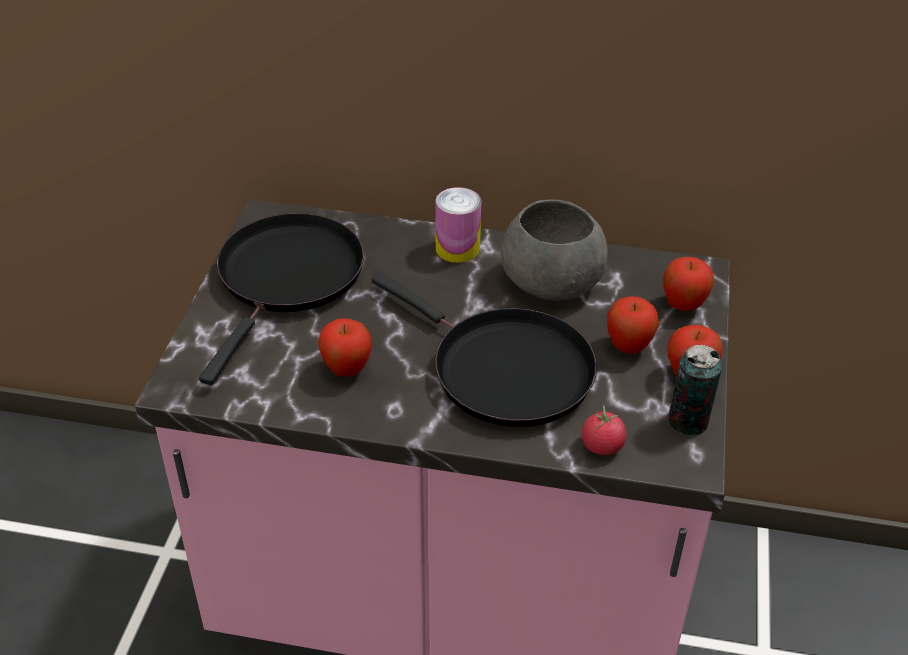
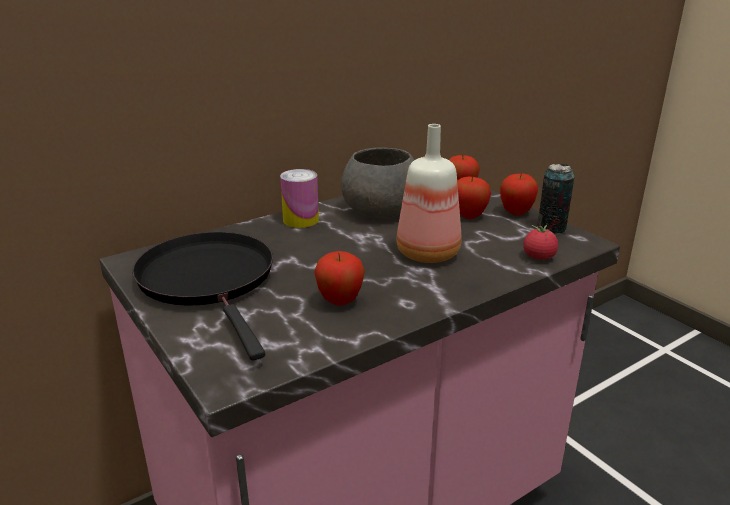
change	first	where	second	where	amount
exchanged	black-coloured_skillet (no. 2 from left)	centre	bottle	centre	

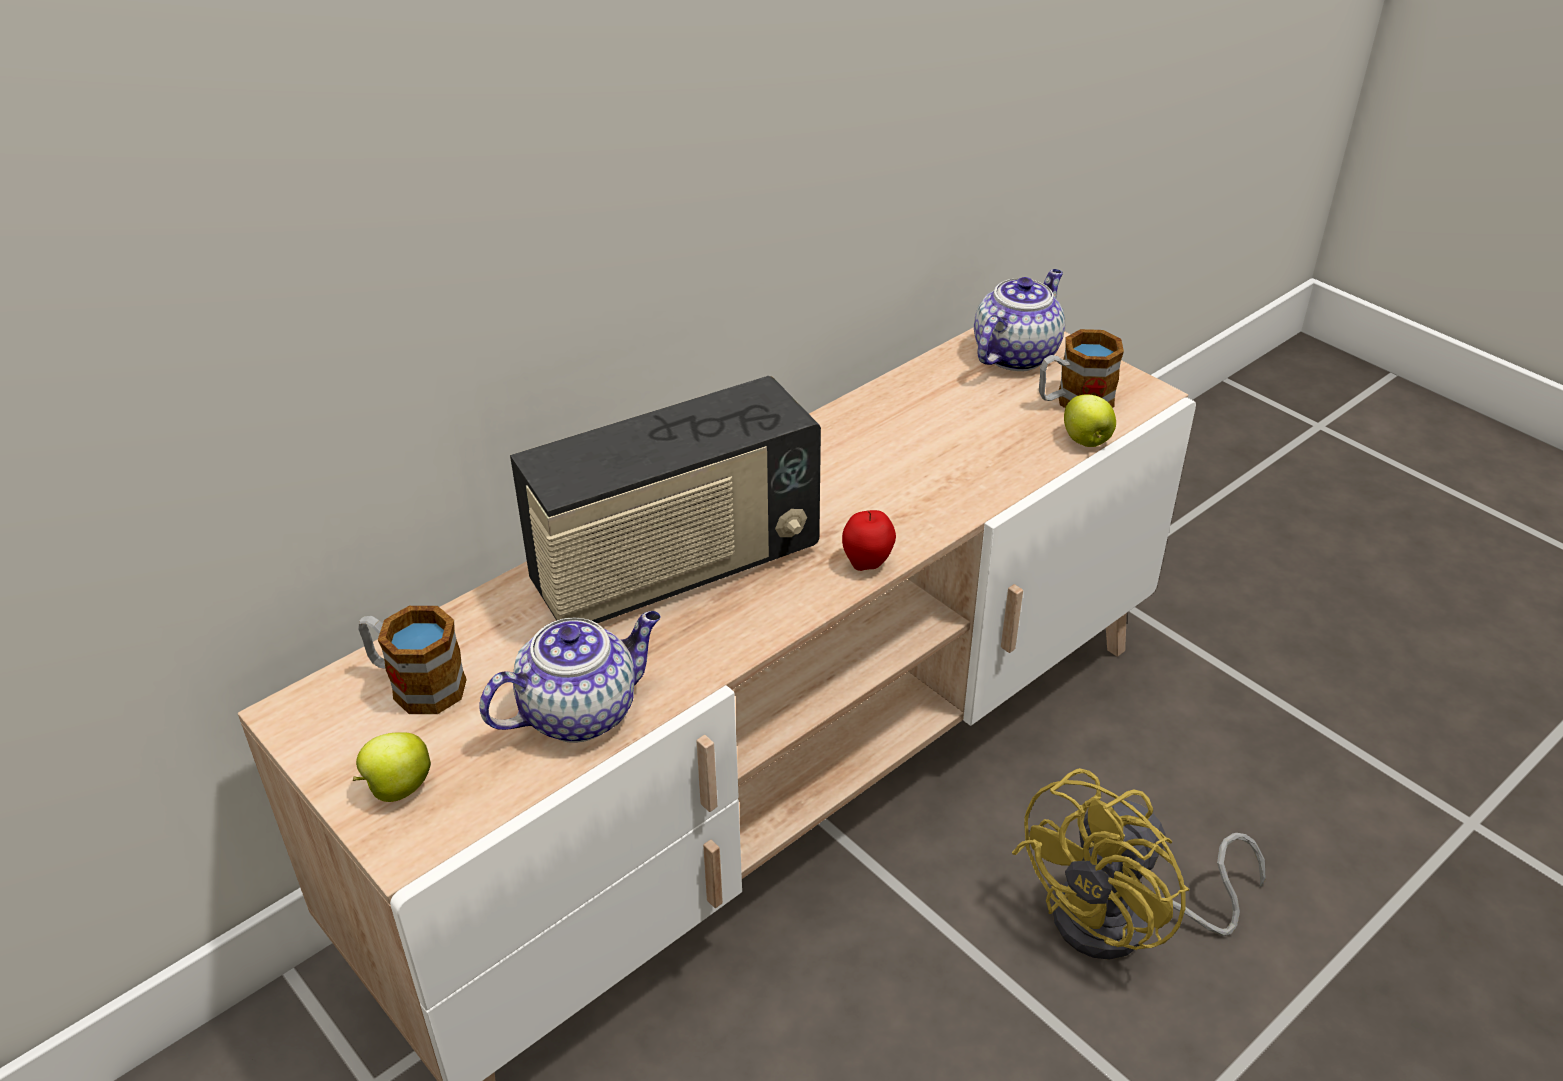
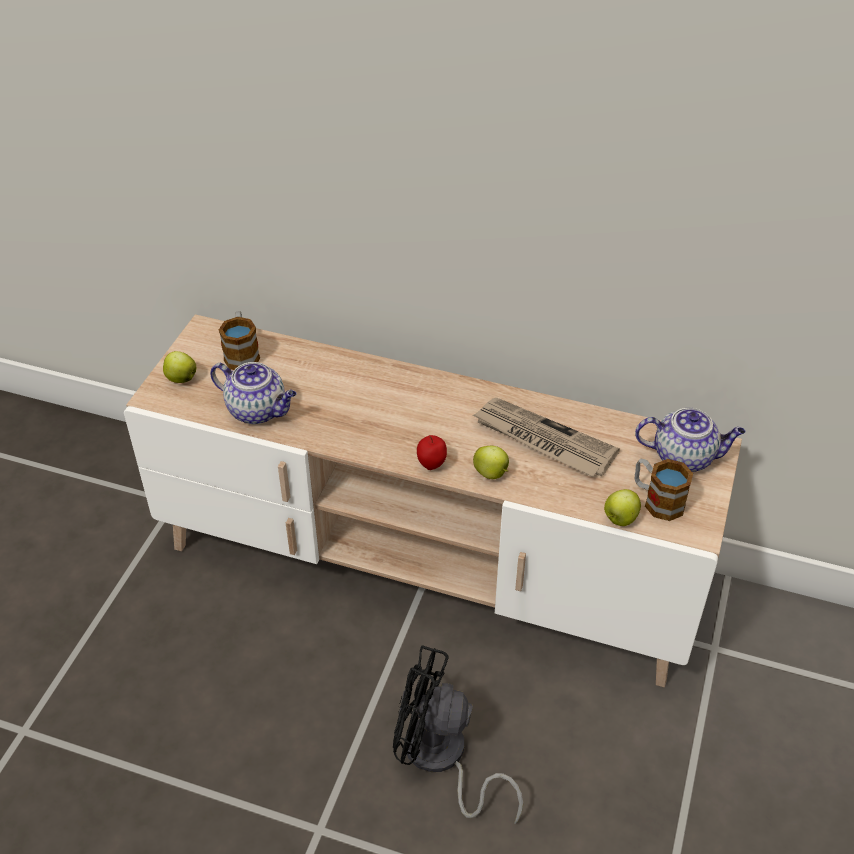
change	first	where	second	where	amount
colour	yellow-coloured_cooling_fan	bottom right	black-coloured_cooling_fan	bottom centre	
appeared			printed_paper	centre	
appeared			apple (no. 3 from left)	centre	
missing	radio	centre			

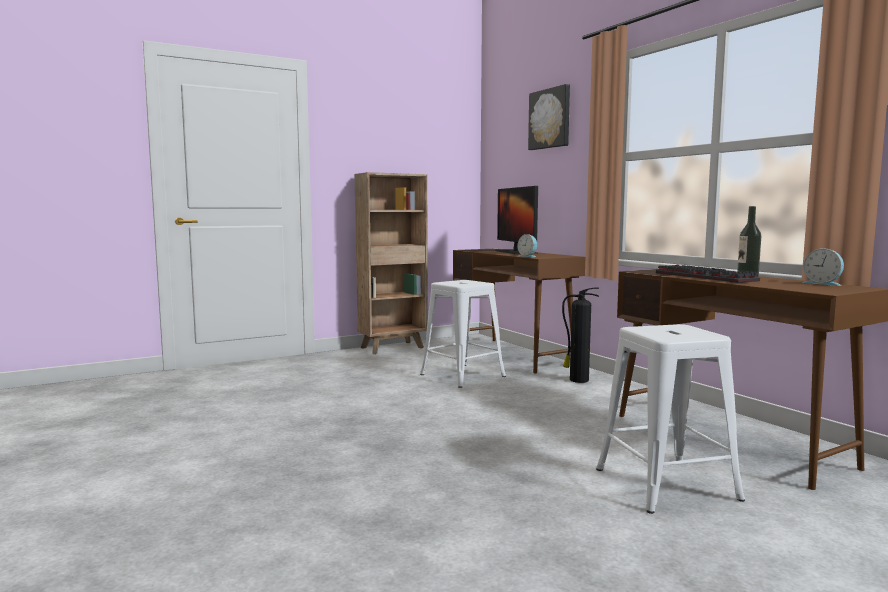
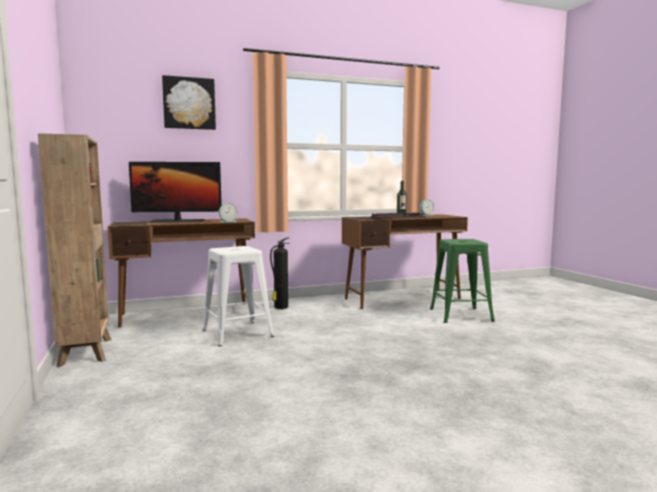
change	first	where	second	where	amount
colour	white-coloured_stool_seat (no. 2 from left)	bottom right	green-coloured_stool_seat	middle right	

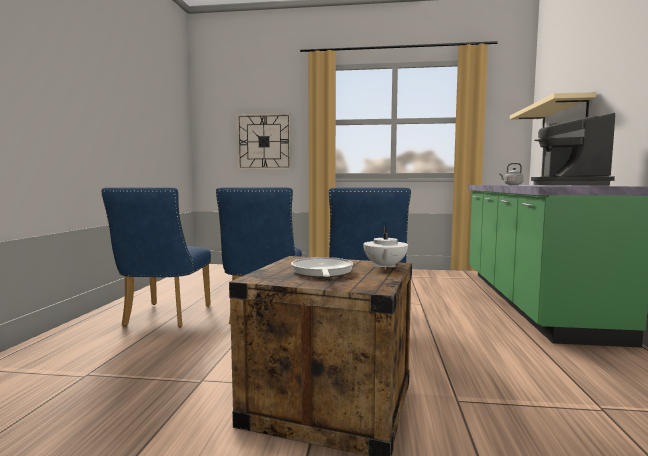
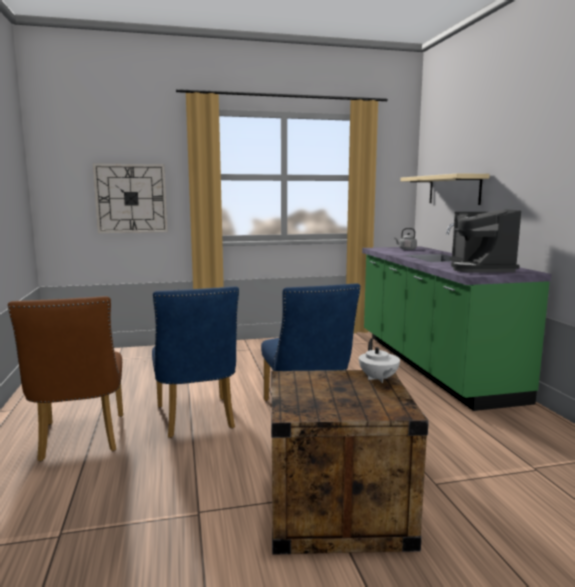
change	first	where	second	where	amount
colour	bluish_chair (no. 1 from left)	middle left	brown-coloured_chair	middle left	
missing	skillet	centre			

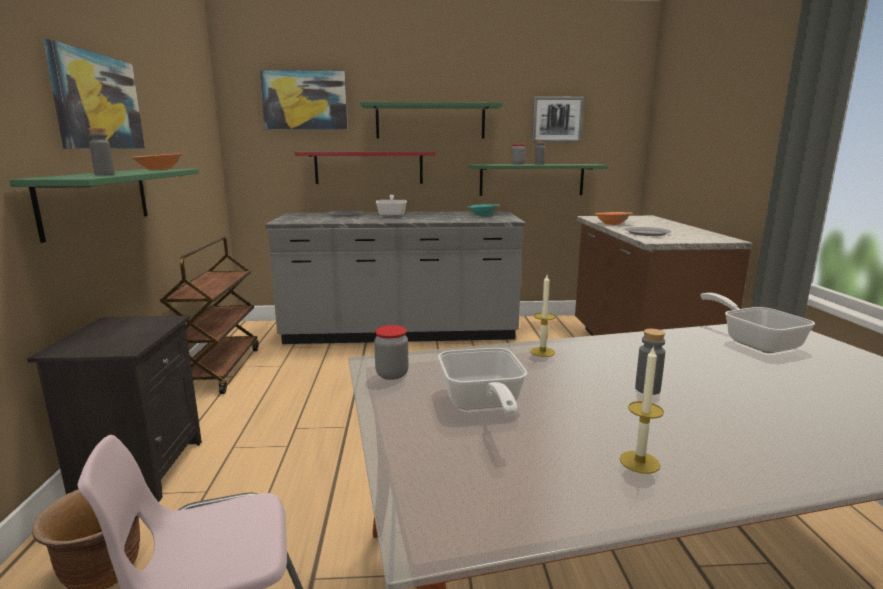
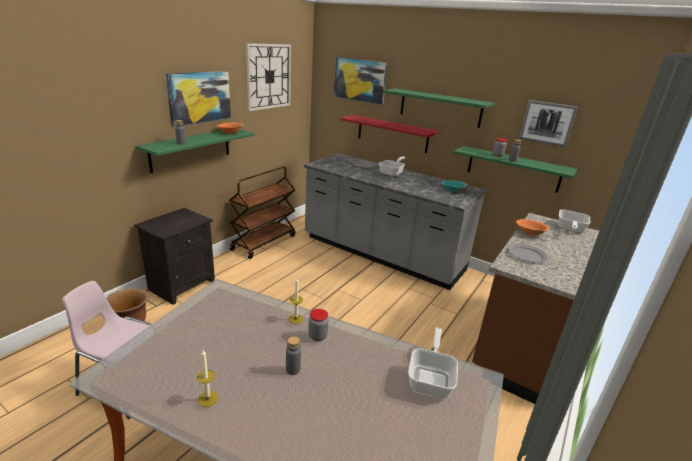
change	first	where	second	where	amount
appeared			hanging_clock	top centre	
relocated	storage_jar (no. 1 from left)	centre		bottom centre	
relocated	skillet (no. 2 from left in the first image)	centre	skillet (no. 3 from left)	middle right	

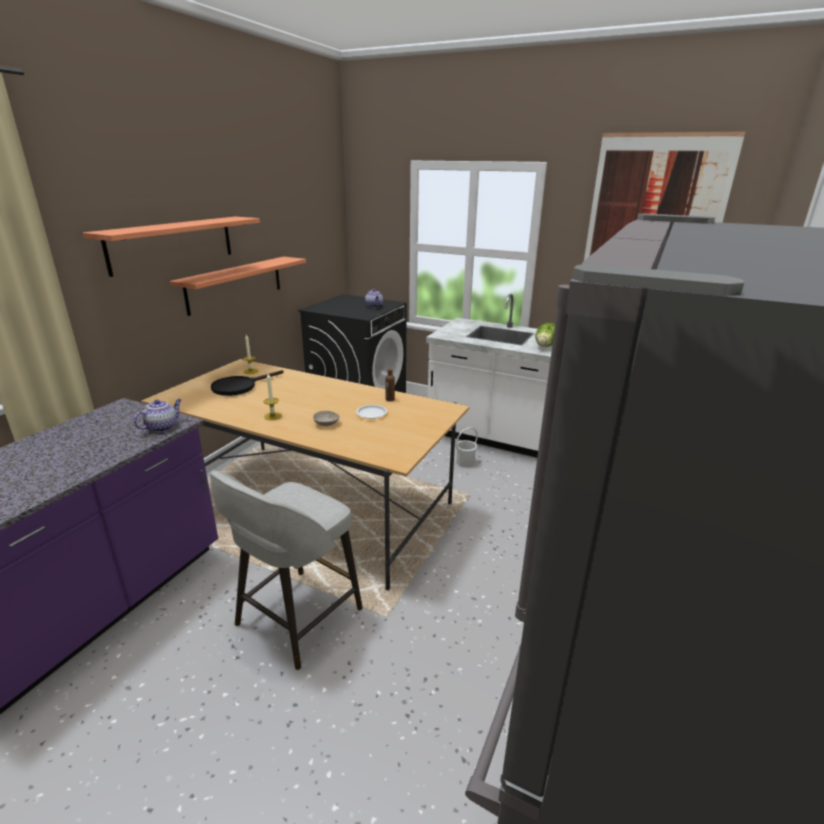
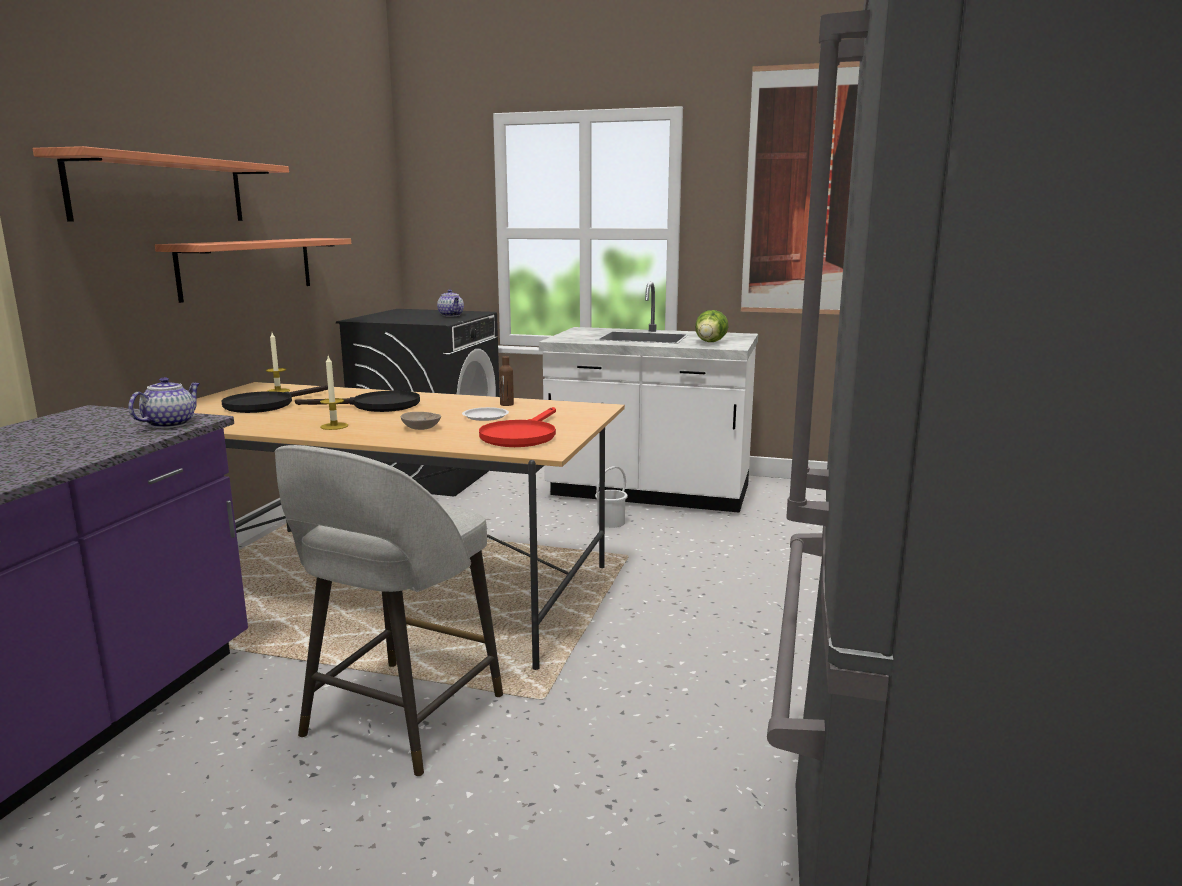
change	first	where	second	where	amount
appeared			black-coloured_skillet (no. 2 from left)	middle left	
appeared			reddish_skillet	centre	

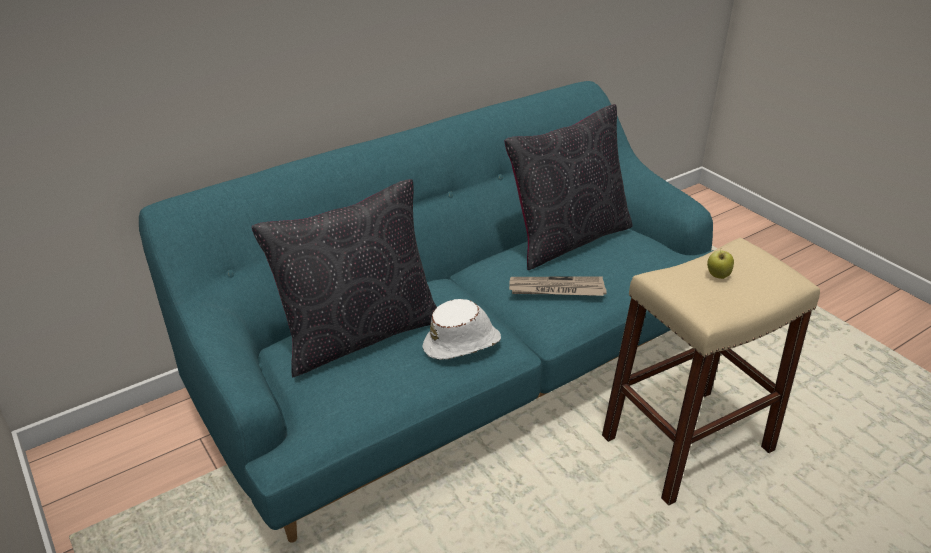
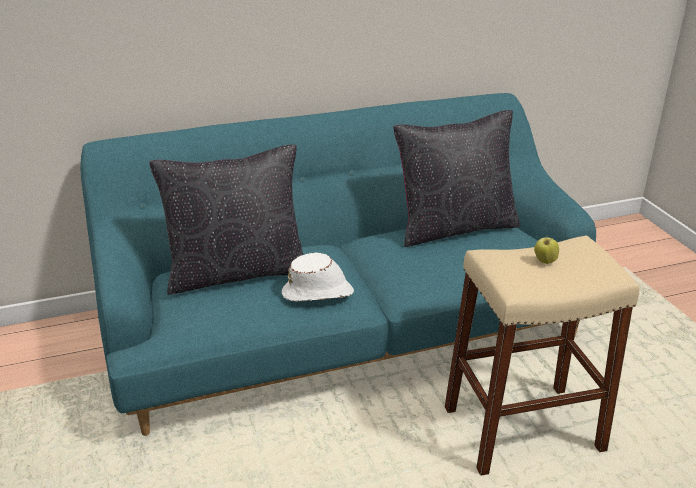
change	first	where	second	where	amount
missing	printed_paper	centre			

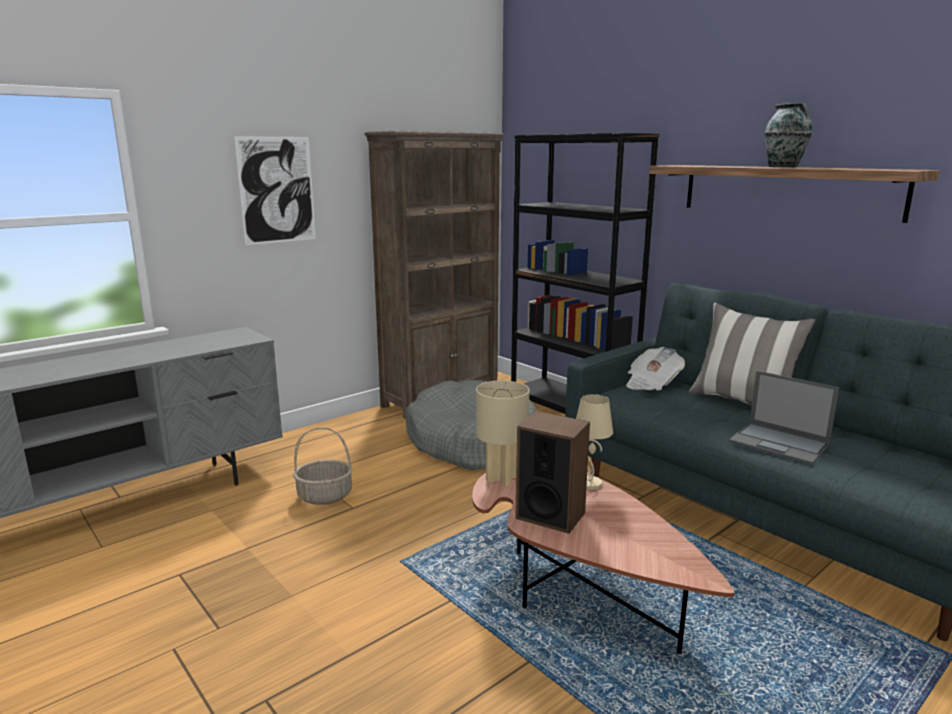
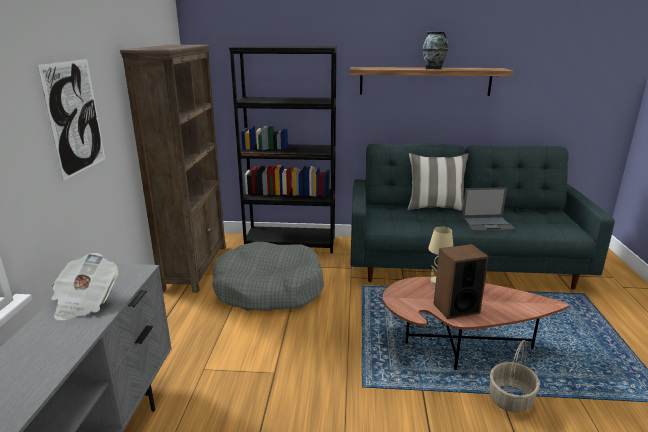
change	first	where	second	where	amount
relocated	printed_paper	middle right		middle left	
relocated	household_basket	centre		bottom right	
missing	beige_table_lamp (no. 1 from left)	centre			

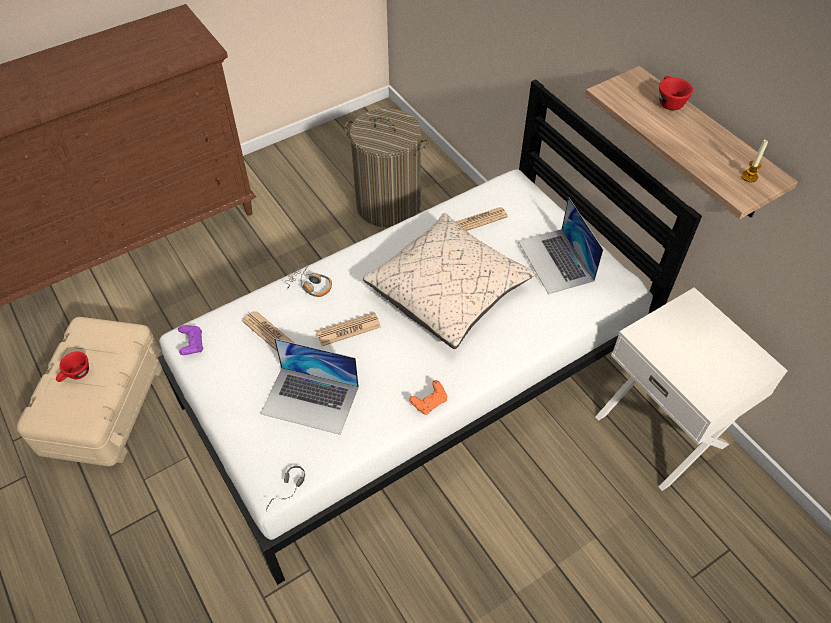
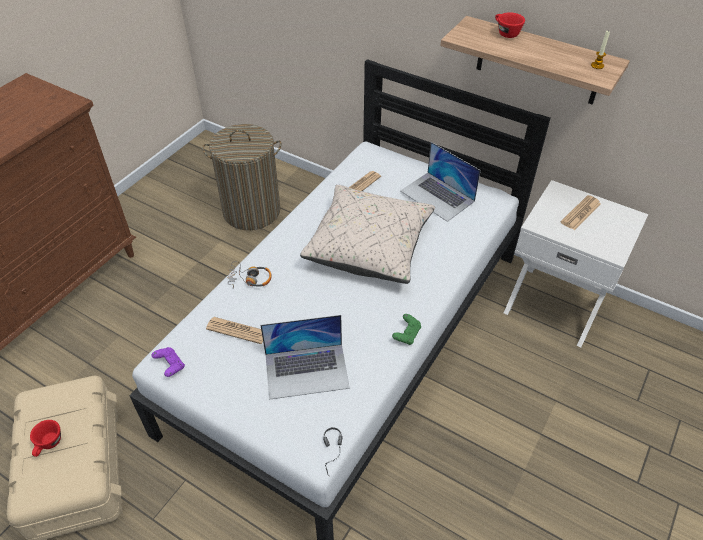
change	first	where	second	where	amount
colour	orangey_game_controller	centre	green-coloured_game_controller	centre	
relocated	printed_paper (no. 2 from left in the first image)	centre	printed_paper (no. 3 from left)	middle right	

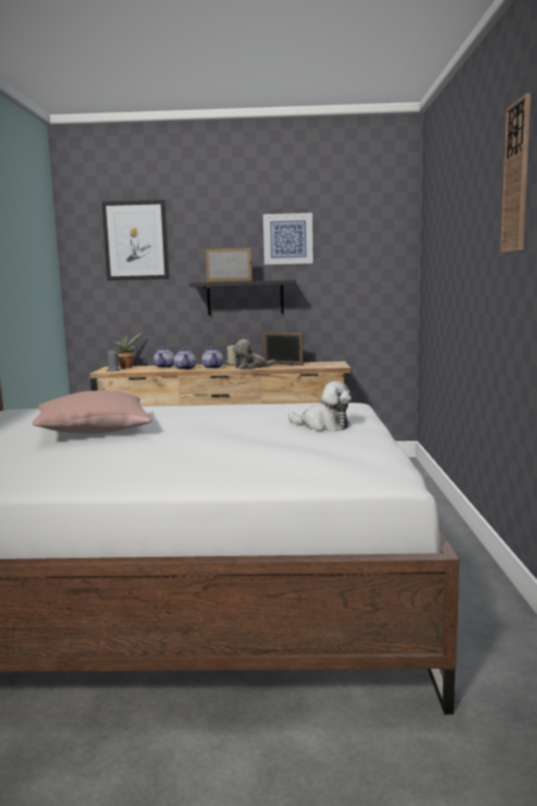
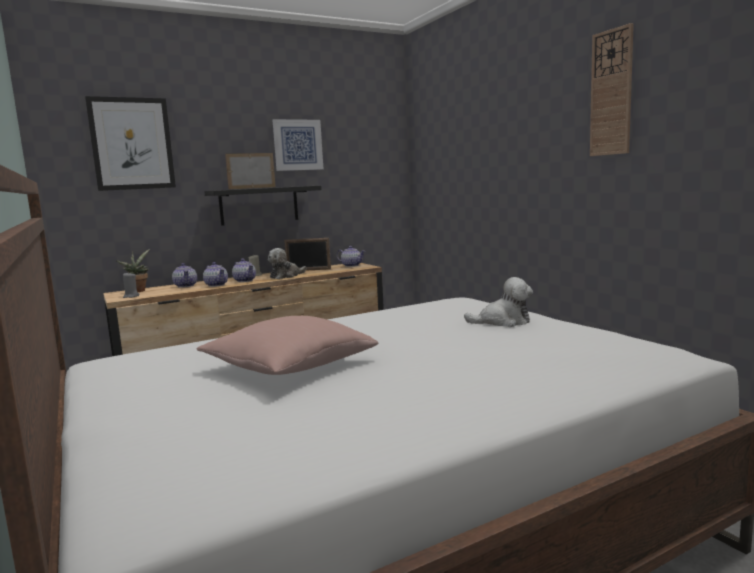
change	first	where	second	where	amount
appeared			tea_pot (no. 4 from left)	centre	

